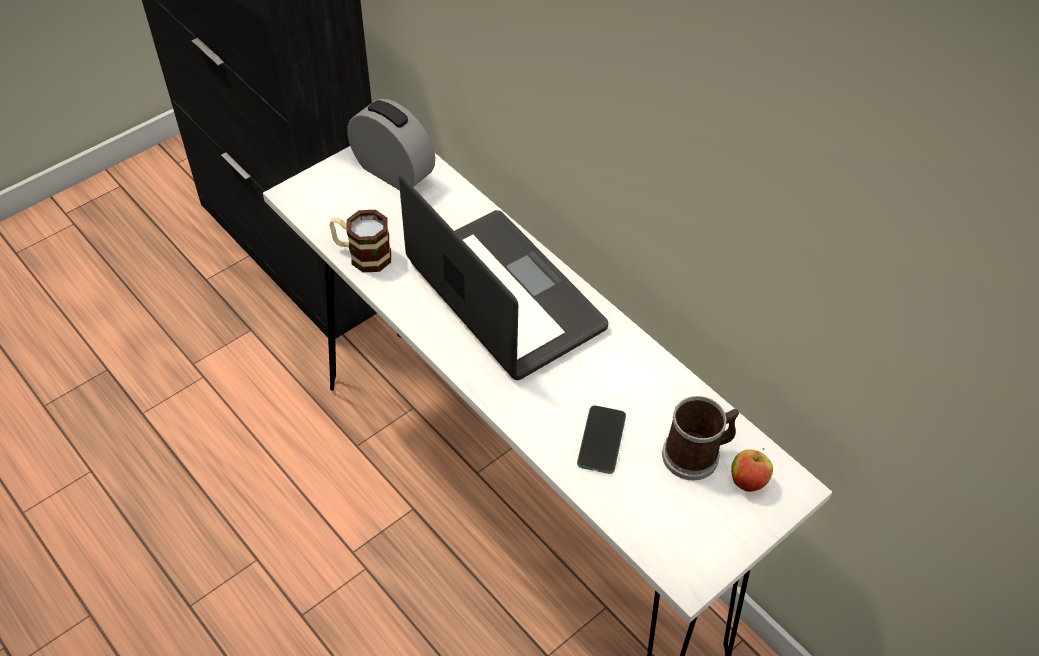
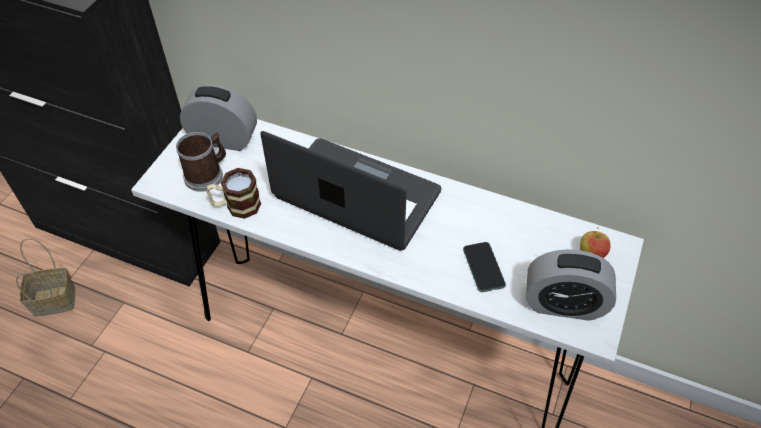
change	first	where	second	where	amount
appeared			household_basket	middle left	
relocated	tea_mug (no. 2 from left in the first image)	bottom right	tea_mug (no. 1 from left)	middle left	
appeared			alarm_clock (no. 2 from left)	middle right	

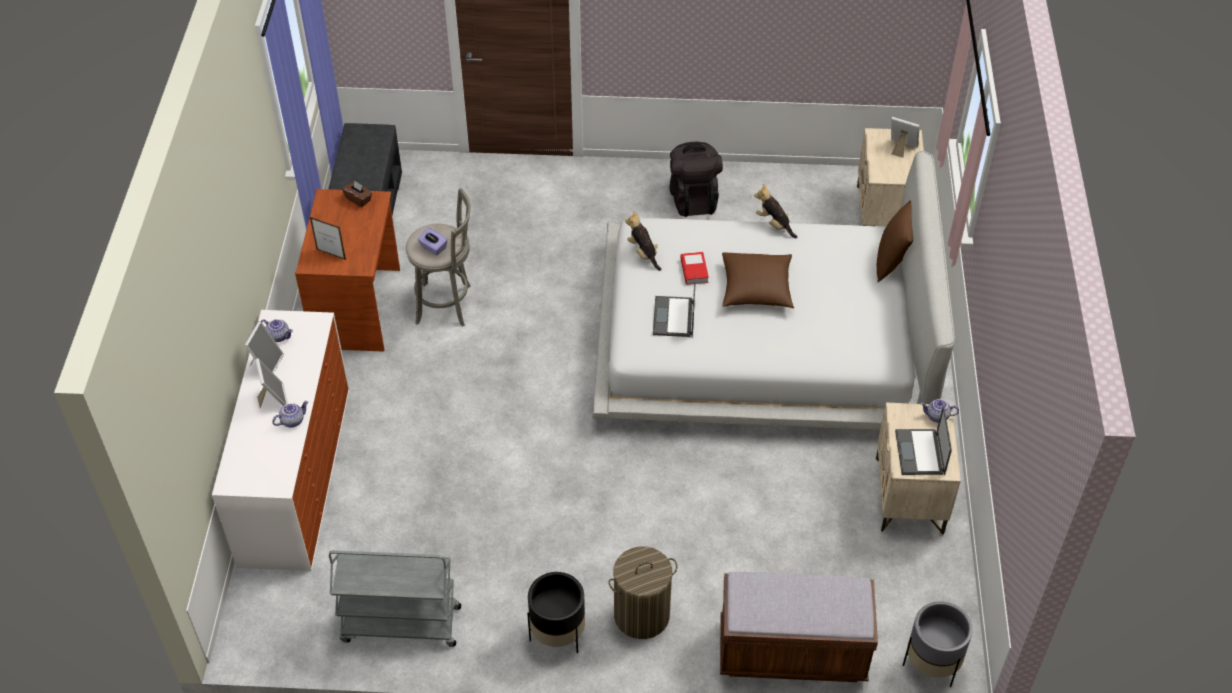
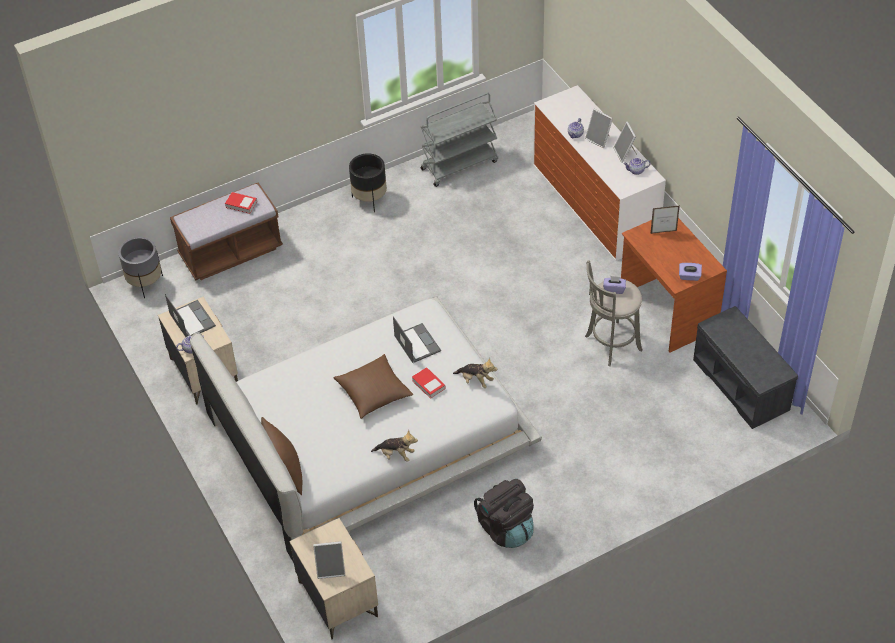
change	first	where	second	where	amount
appeared			bound_book (no. 1 from left)	top left	
colour	brown-coloured_box_of_tissues	top left	purplish_box_of_tissues (no. 2 from left)	middle right	
missing	hamper	bottom centre			

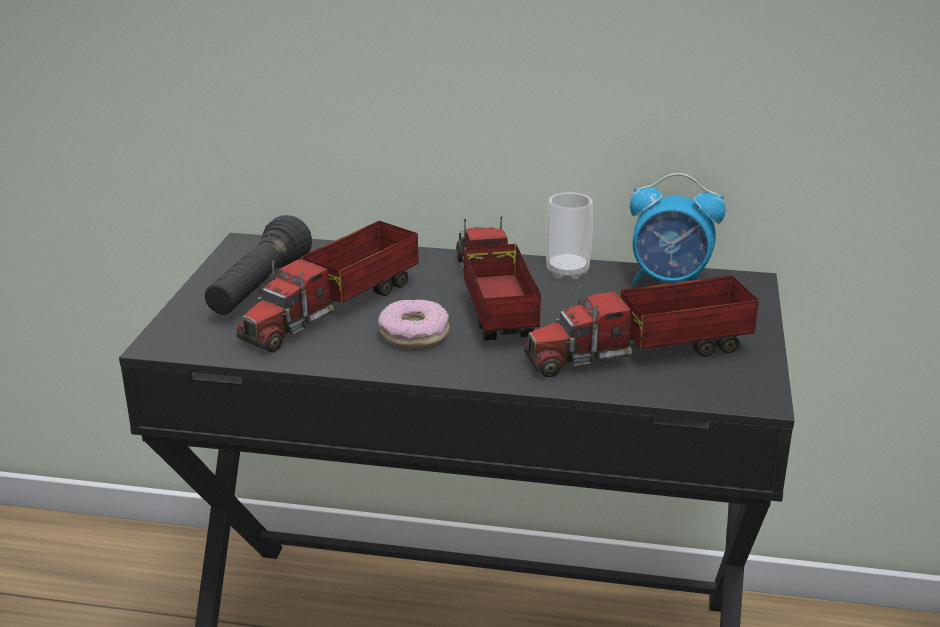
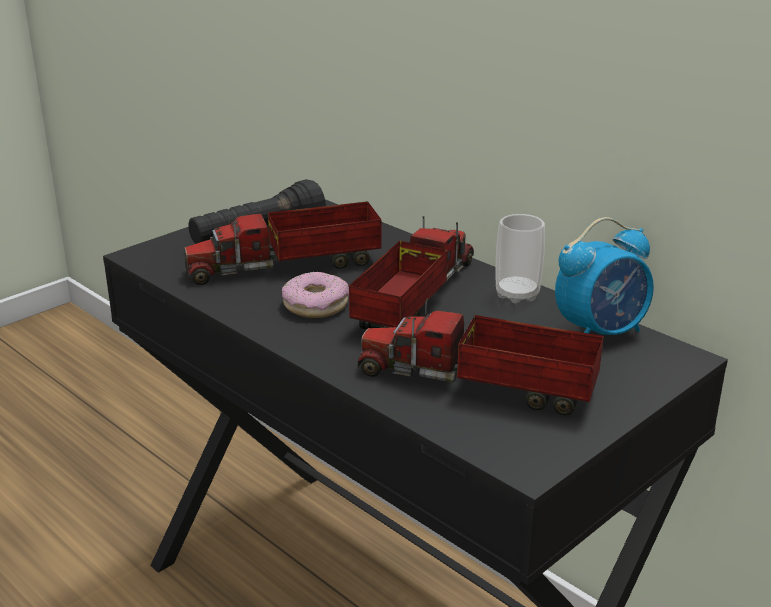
change	first	where	second	where	amount
spun	alarm_clock	middle right		middle right	75 degrees counterclockwise

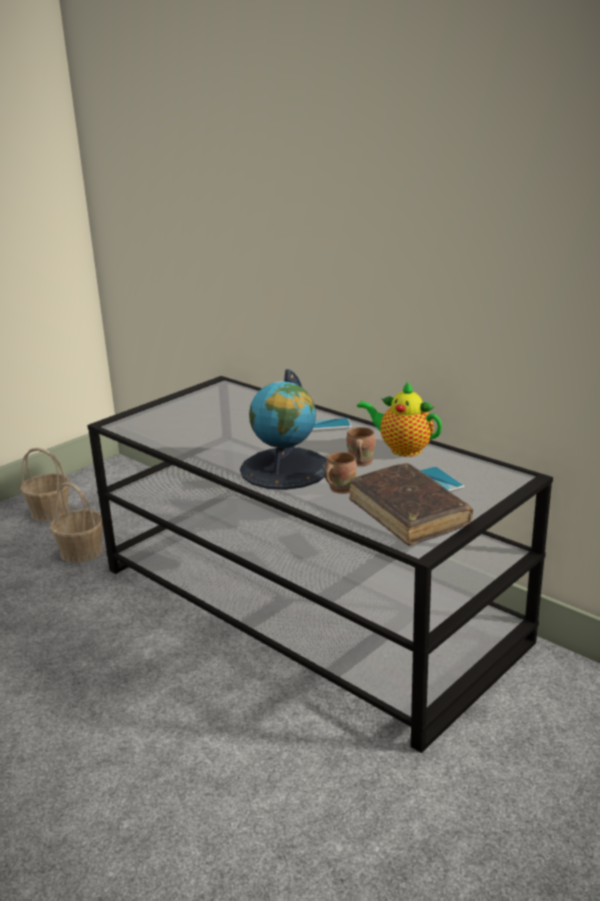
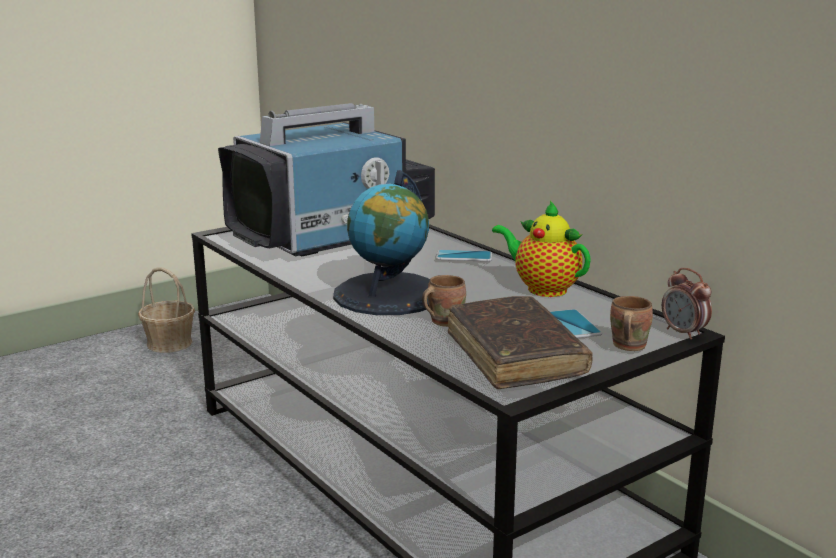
change	first	where	second	where	amount
appeared			television	top centre	
relocated	brown-coloured_tea_mug (no. 2 from left)	centre		middle right	
appeared			alarm_clock	middle right	
missing	household_basket (no. 2 from left)	middle left			

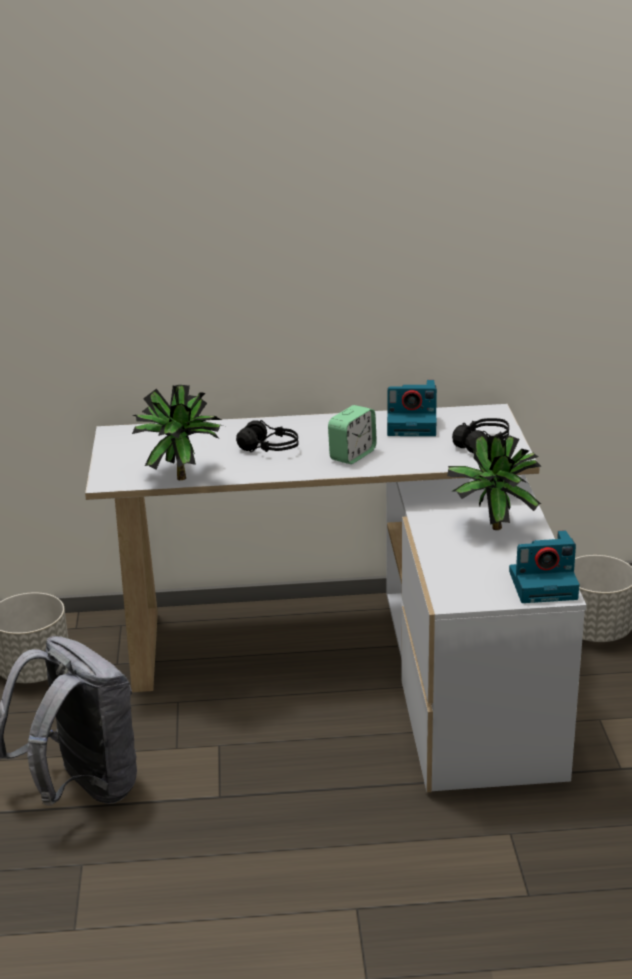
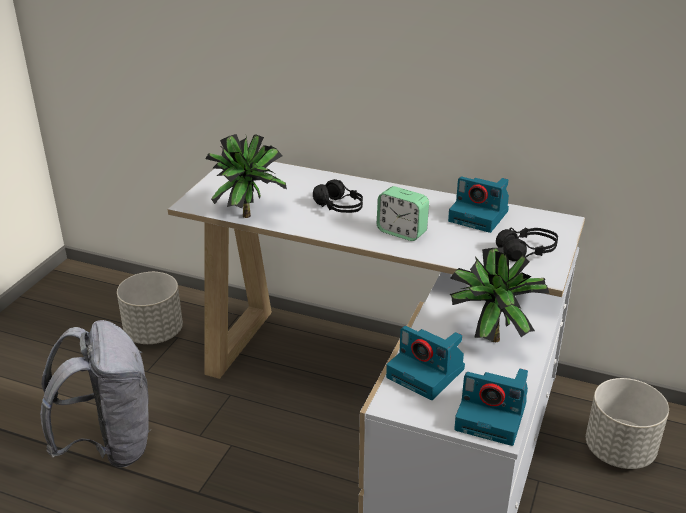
change	first	where	second	where	amount
spun	alarm_clock	centre		centre	60 degrees clockwise
appeared			still_camera (no. 1 from left)	bottom centre	

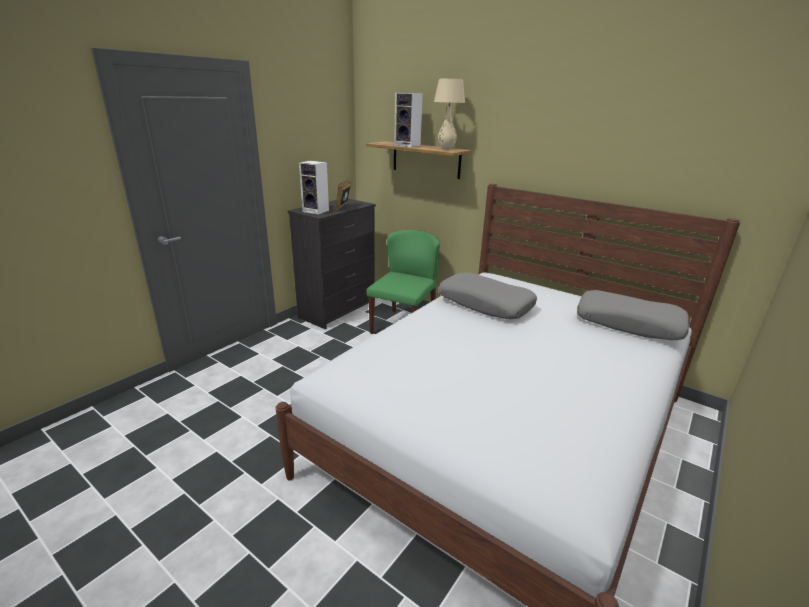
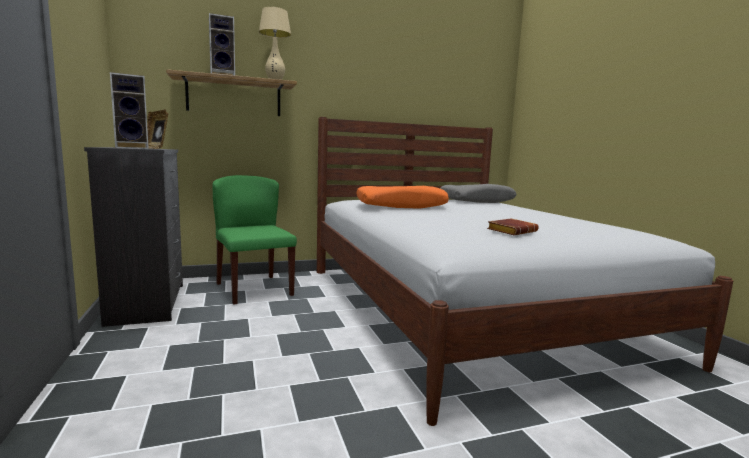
change	first	where	second	where	amount
colour	gray_throw_pillow (no. 1 from left)	centre	orangey_throw_pillow	centre	
appeared			brown-coloured_bound_book	middle right	

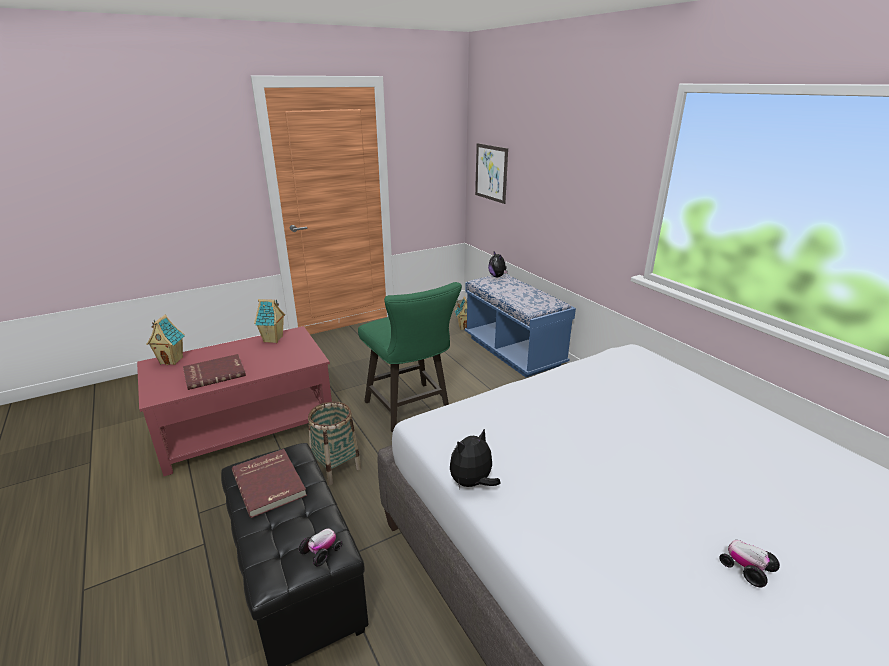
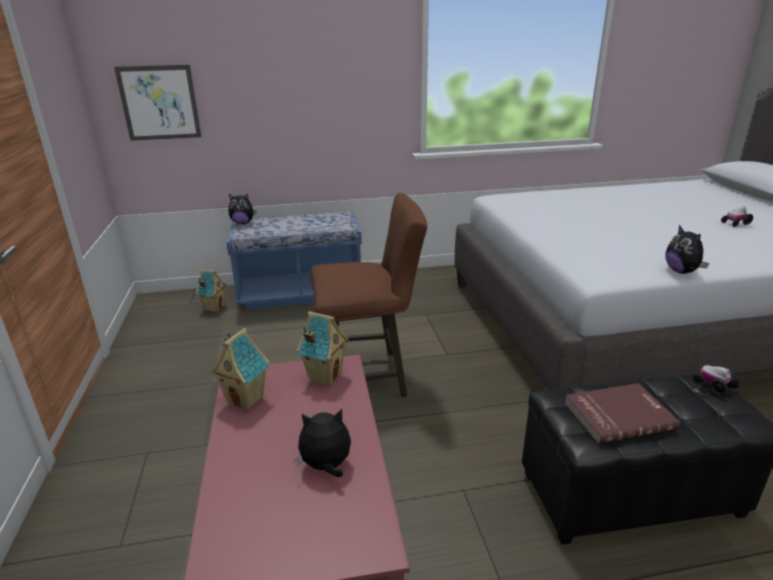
change	first	where	second	where	amount
exchanged	reddish_bound_book (no. 1 from left)	middle left	cuddly_toy (no. 2 from left)	bottom centre	
relocated	toy_house (no. 1 from left in the first image)	middle left	toy_house (no. 3 from left)	centre	
colour	green-coloured_stool_seat	centre	brown-coloured_stool_seat	centre	
missing	household_basket	bottom centre			

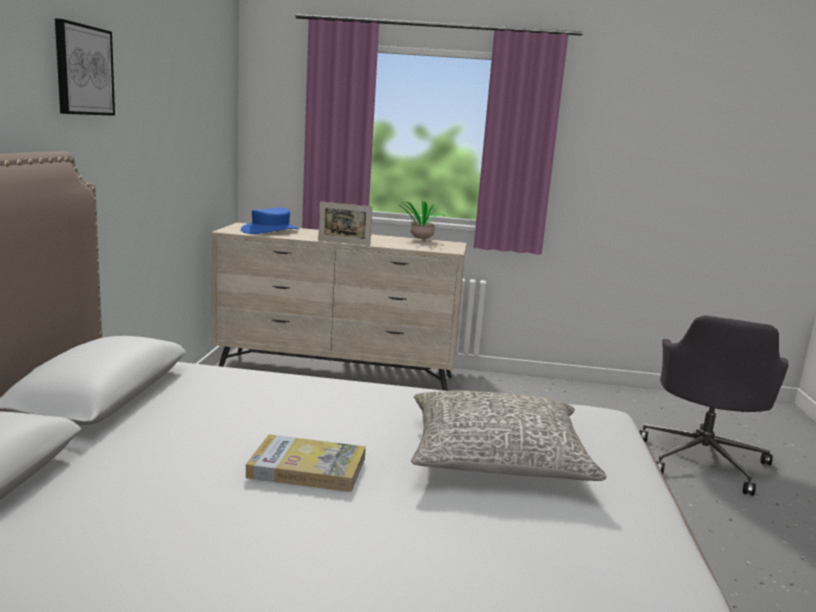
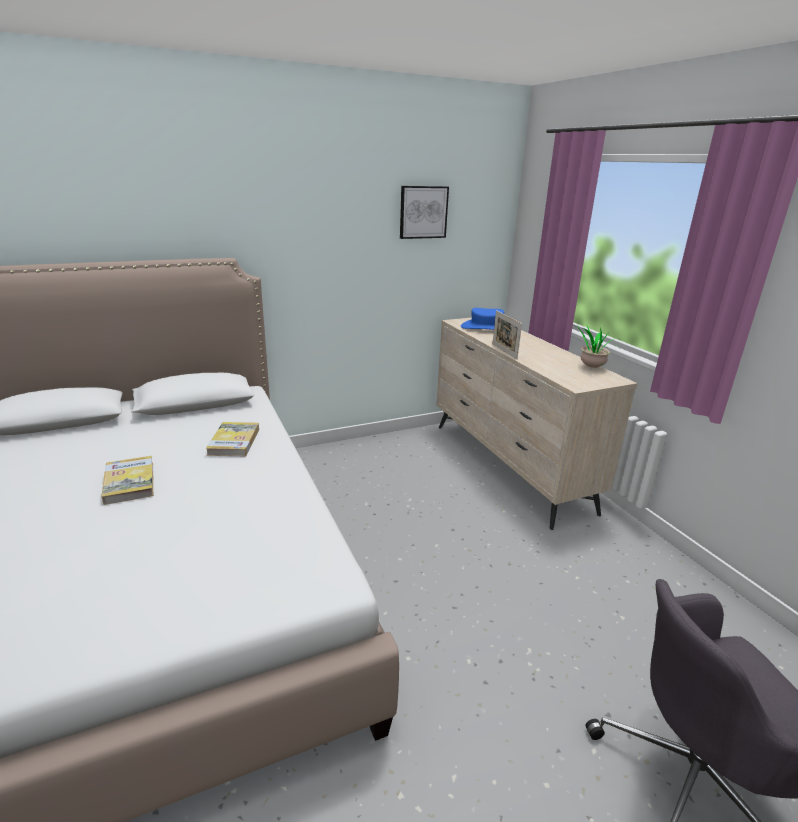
change	first	where	second	where	amount
appeared			bound_book (no. 2 from left)	middle left	
relocated	wall_art	top left		top centre	
missing	gray_throw_pillow	bottom centre			

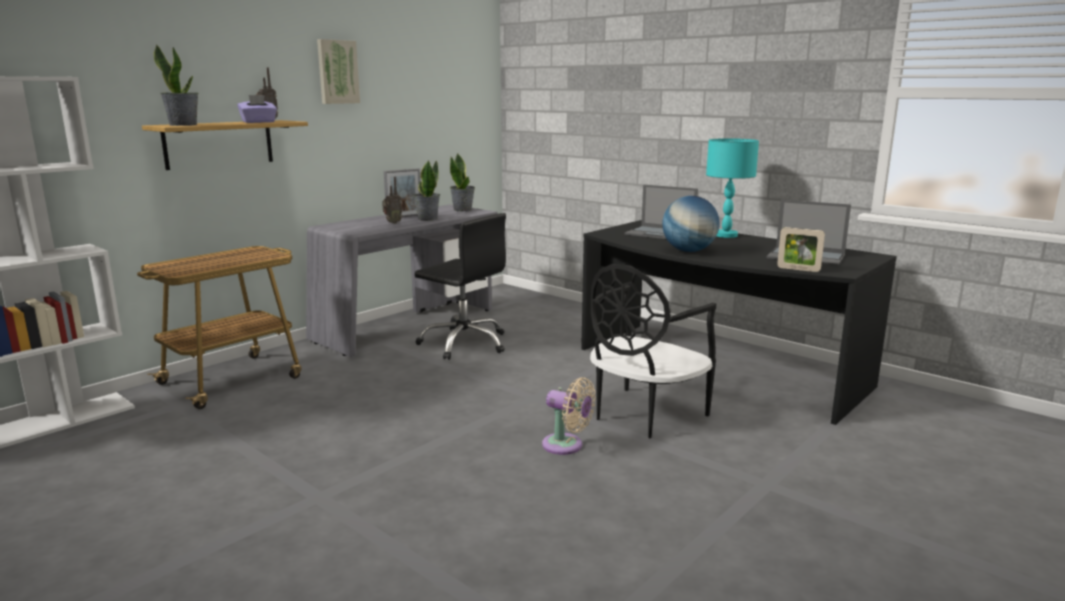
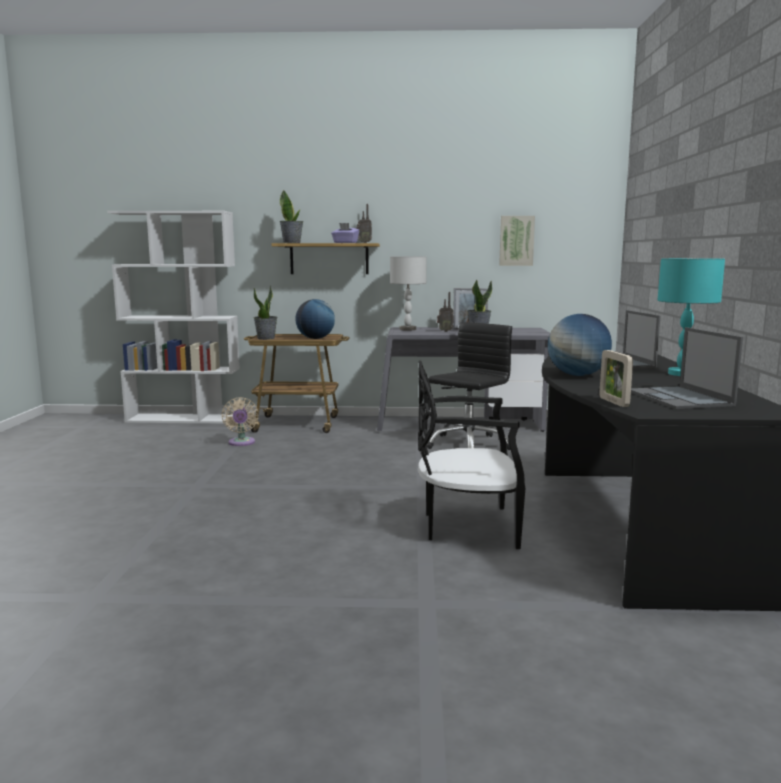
change	first	where	second	where	amount
relocated	beige_cooling_fan	bottom centre		middle left	
relocated	houseplant (no. 3 from left in the first image)	top centre	houseplant (no. 1 from left)	centre	
appeared			desk_globe (no. 1 from left)	centre	
appeared			gray_table_lamp	centre	
spun	black-coloured_desk_chair	centre		centre	135 degrees counterclockwise
relocated	wall_art	top left		top centre	

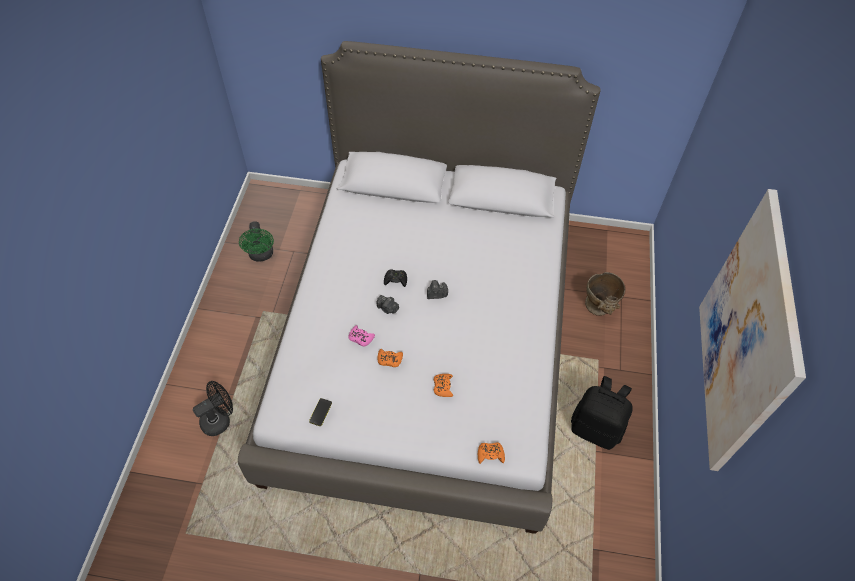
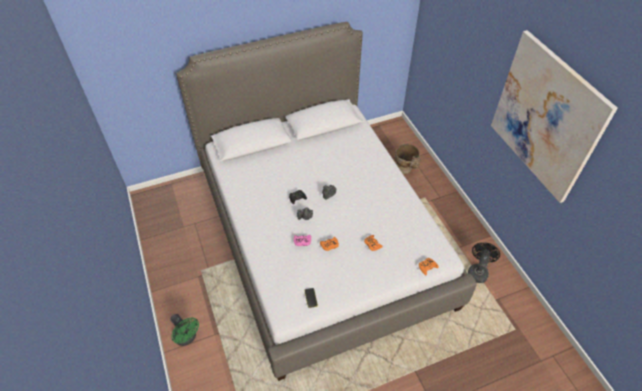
change	first	where	second	where	amount
relocated	green-coloured_cooling_fan	middle left		bottom left	
relocated	black-coloured_cooling_fan	bottom left		bottom right	
missing	black-coloured_rucksack	bottom right			

